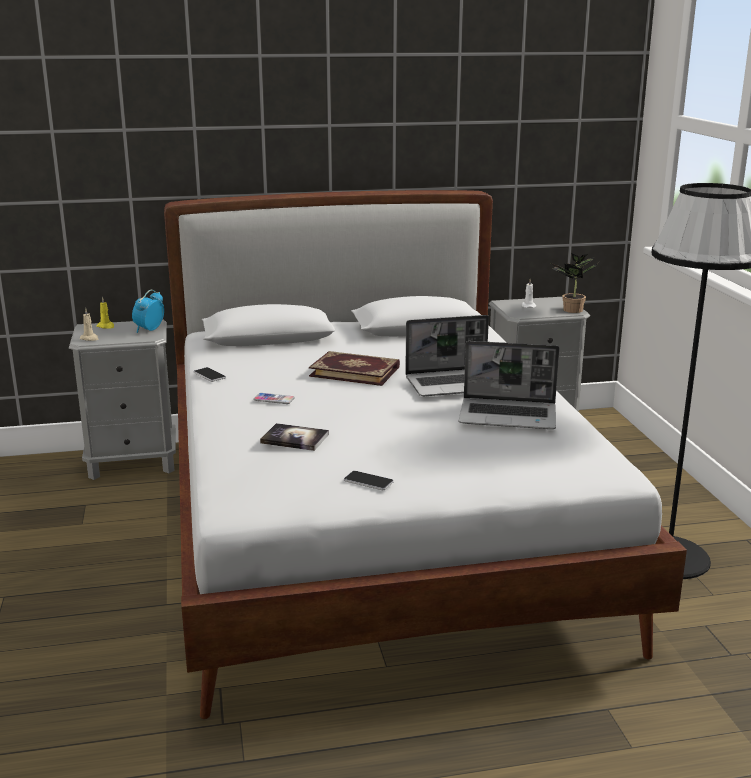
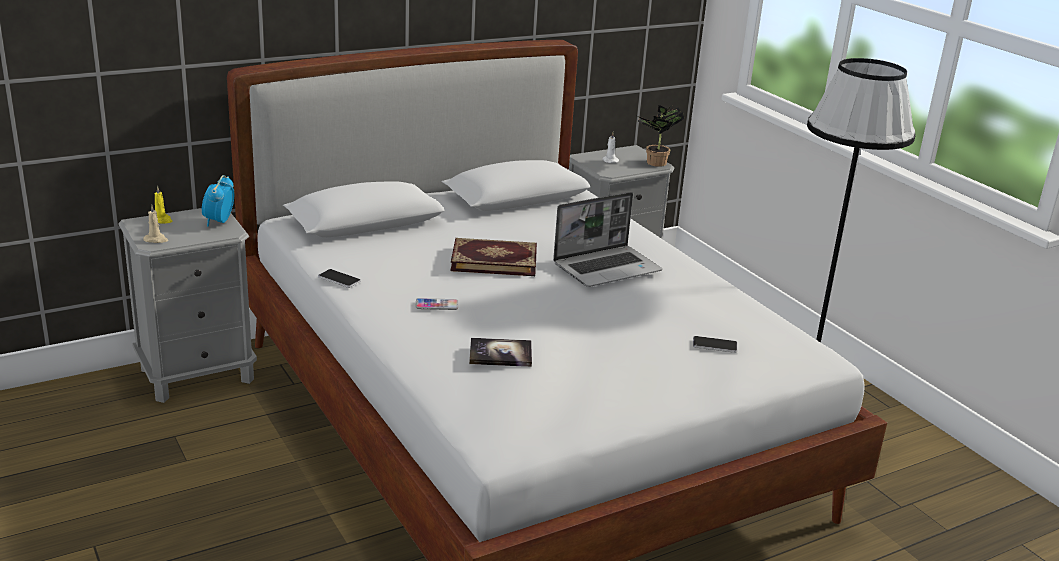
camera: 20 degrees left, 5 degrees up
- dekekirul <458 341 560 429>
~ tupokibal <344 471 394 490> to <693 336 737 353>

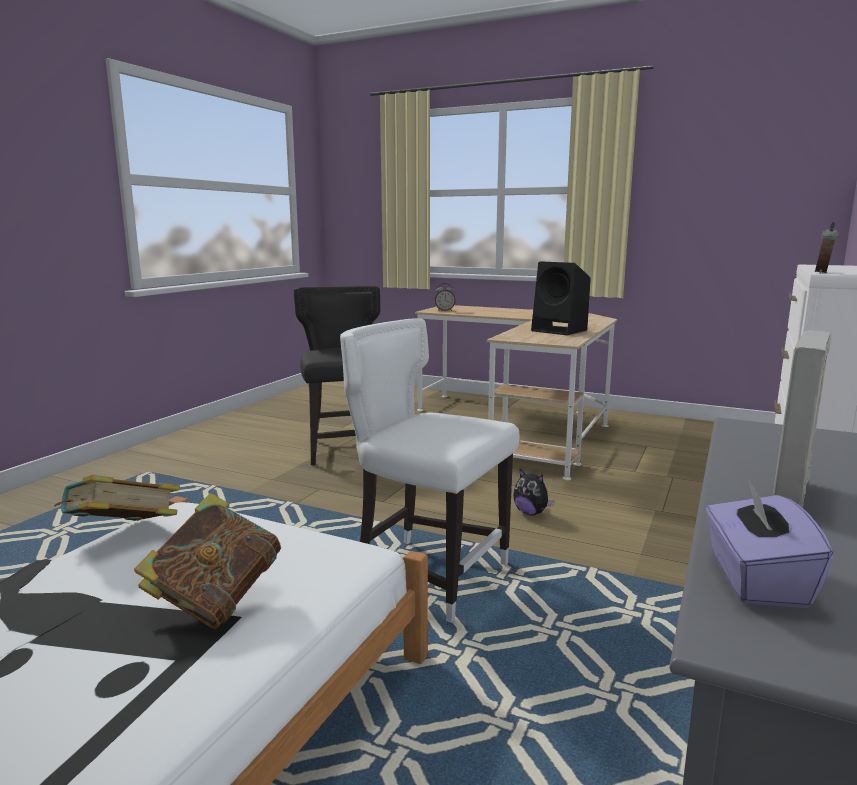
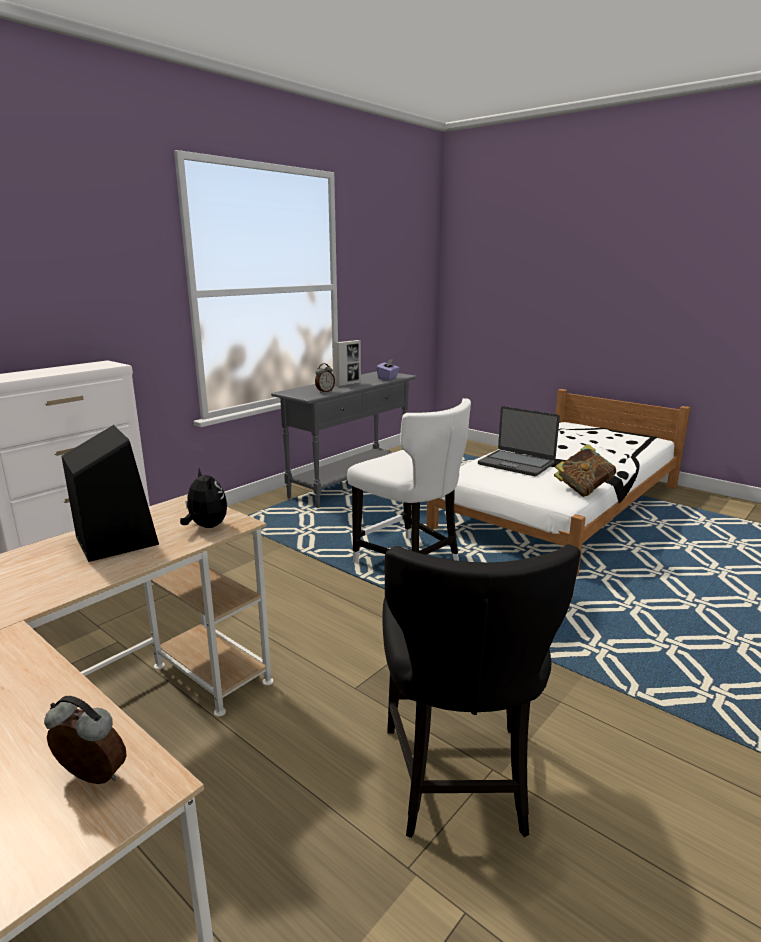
camera: 165 degrees left, 5 degrees up
~ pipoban <815 222 839 274> to <315 363 335 393>
~ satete <513 469 554 515> to <180 468 227 528>
~ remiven <134 493 281 629> to dekekirul <478 406 560 476>

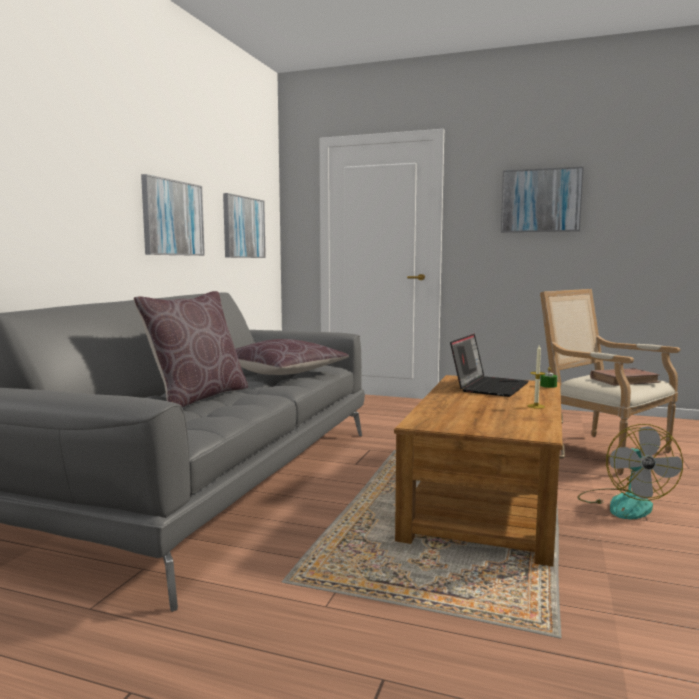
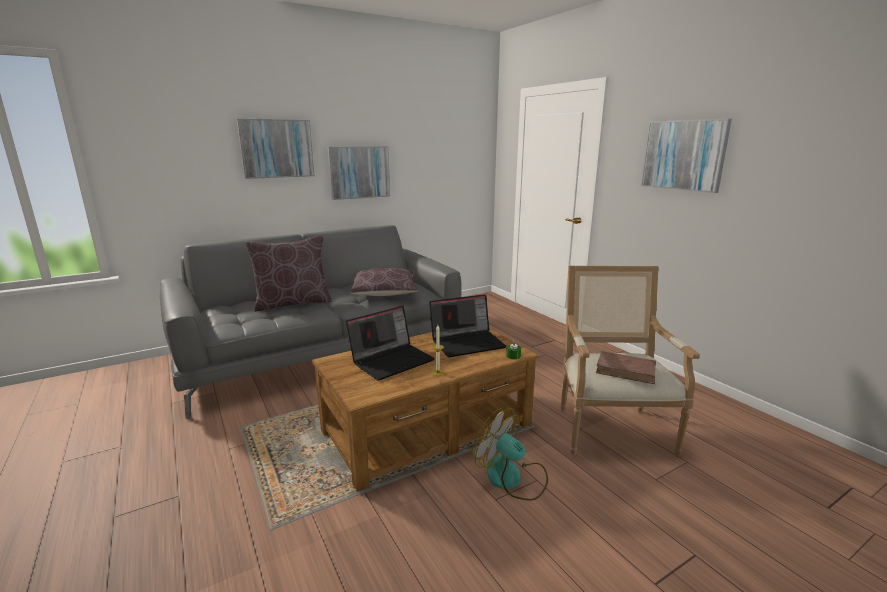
camera: 40 degrees right, 10 degrees up
~ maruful <223 193 266 258> to <237 119 315 179>
~ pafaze <577 424 683 519> = <472 407 548 501> 90 degrees clockwise
+ dekekirul <346 306 435 381>

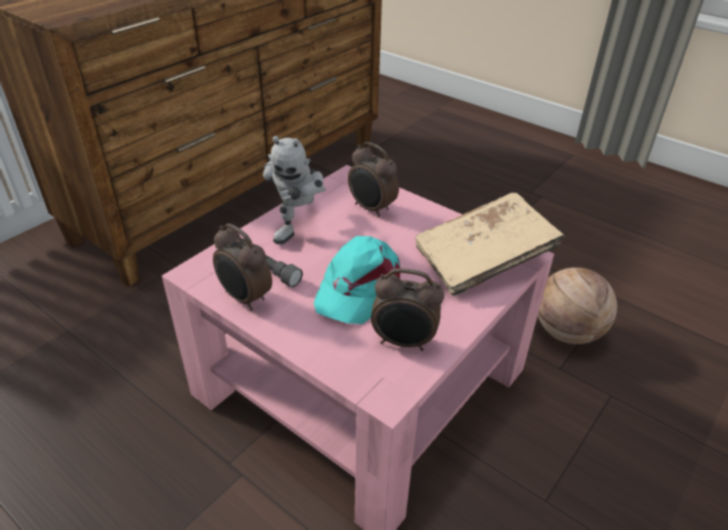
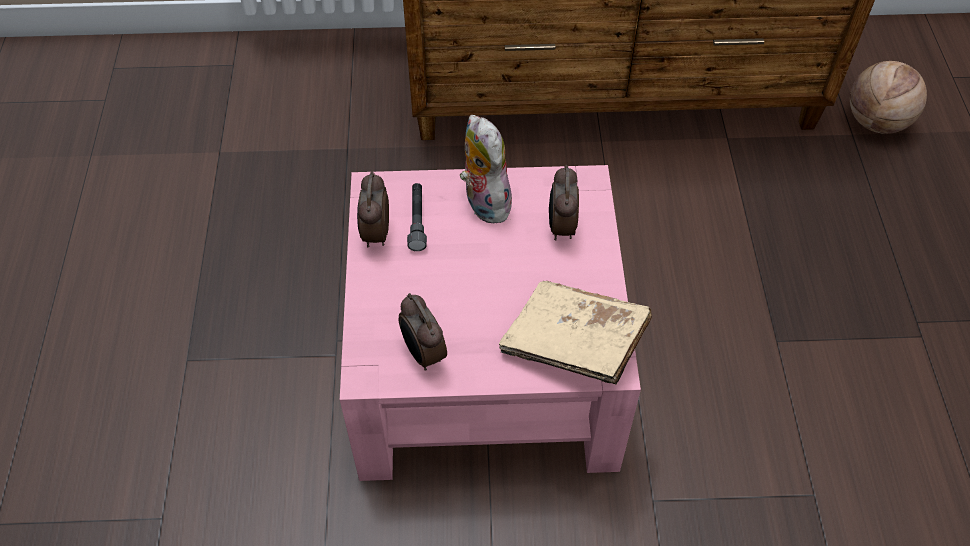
camera: 50 degrees right, 15 degrees up
~ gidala <263 136 326 244> to satete <460 115 513 223>
- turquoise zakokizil <314 236 400 324>
~ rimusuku <538 267 617 344> to <850 61 927 134>

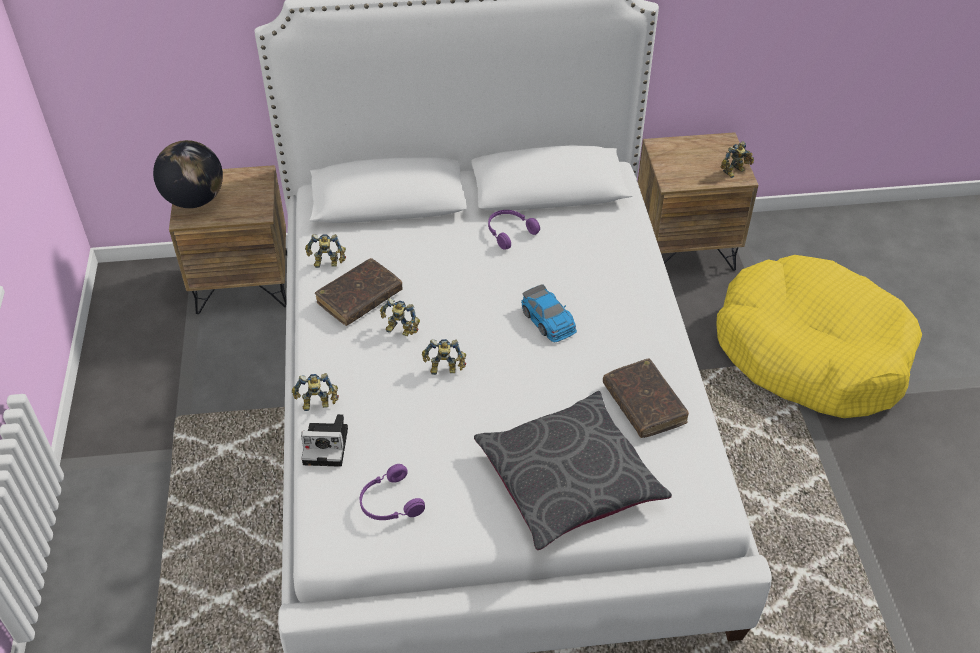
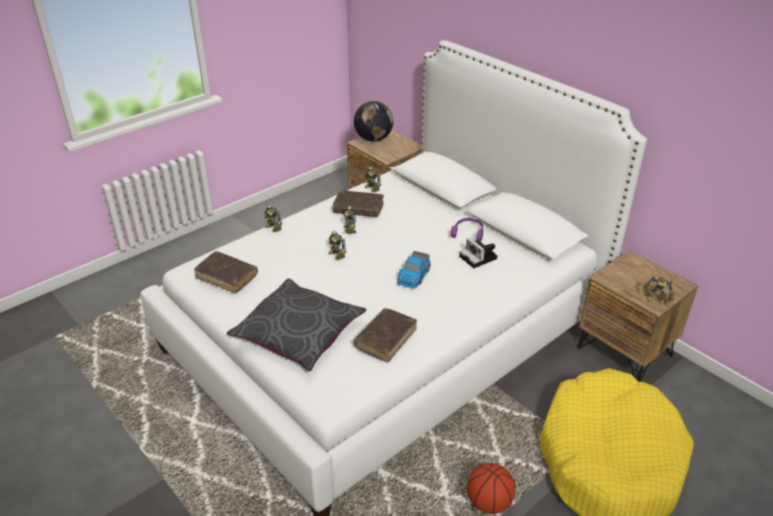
camera: 55 degrees right, 10 degrees down
~ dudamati <301 414 348 467> to <459 238 497 268>
~ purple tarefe <360 464 425 520> to brown remiven <194 251 258 293>
+ rimusuku <467 463 516 514>

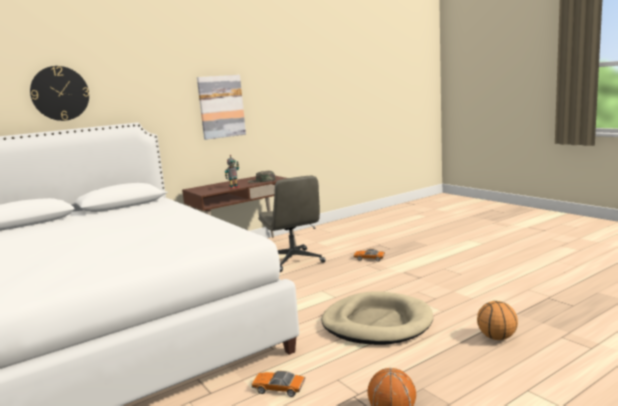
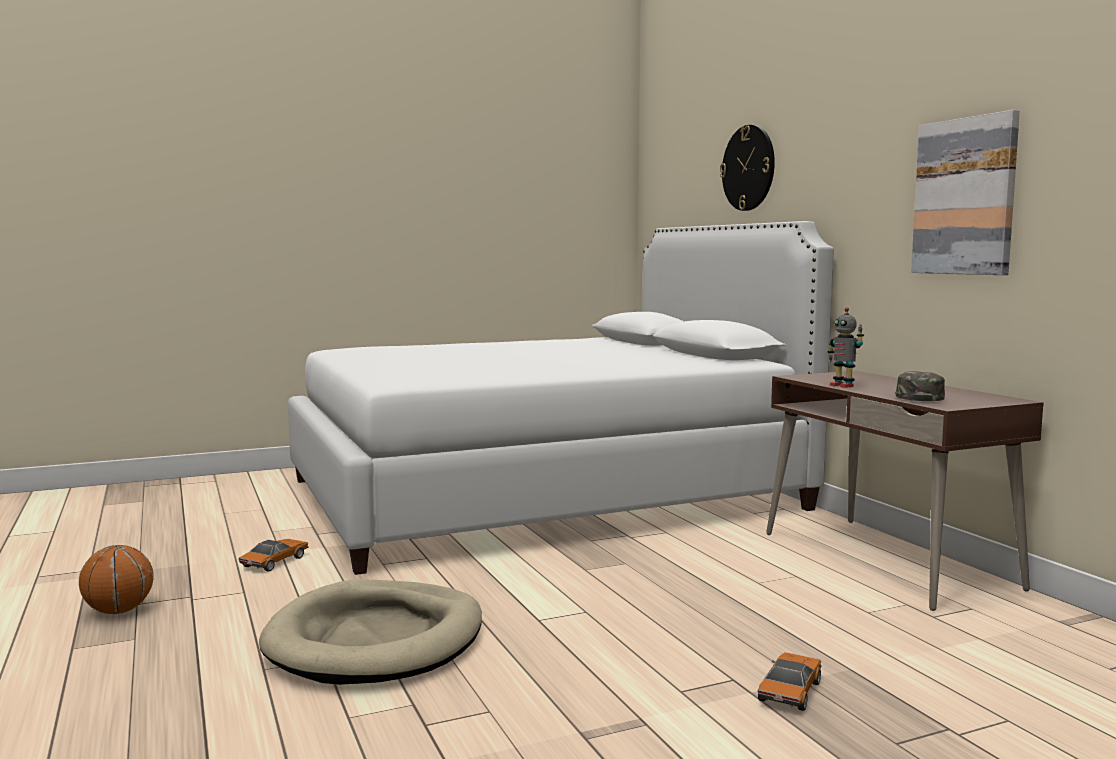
camera: 100 degrees right, 5 degrees down
- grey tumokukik <259 175 326 272>
- rimusuku <477 301 518 340>

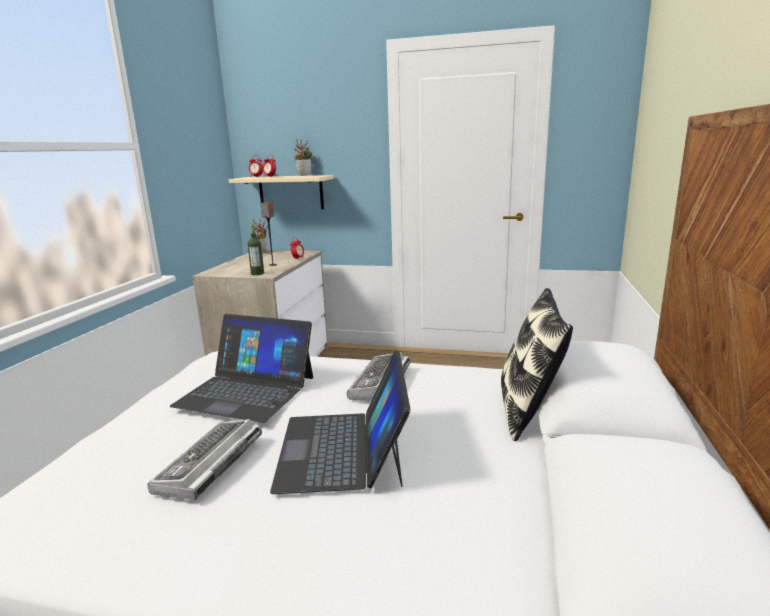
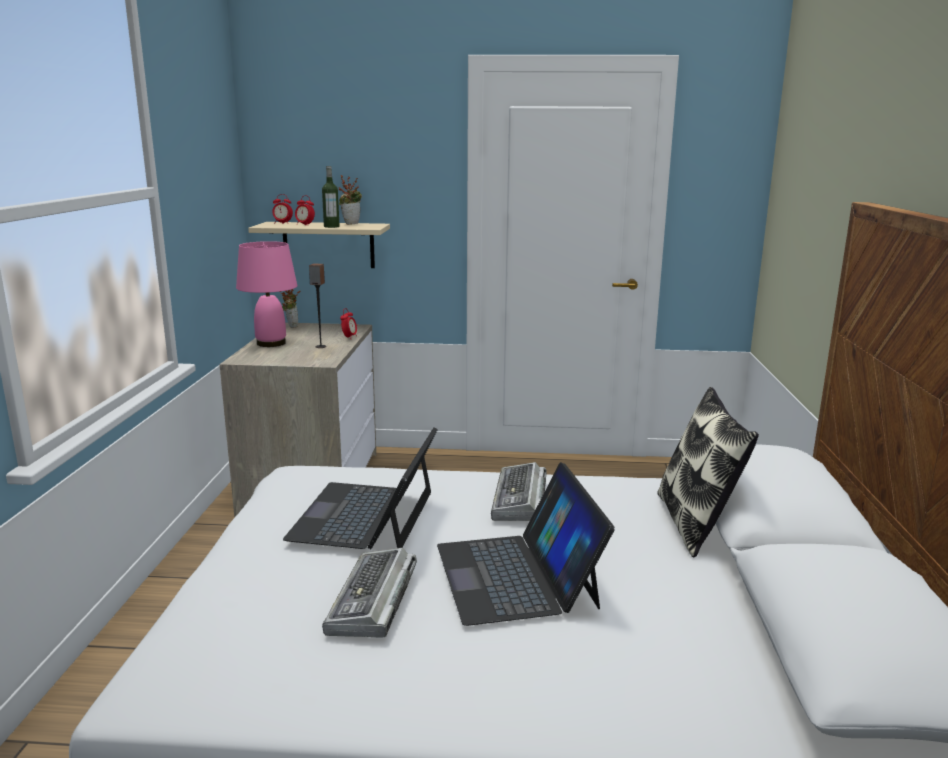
camera: 10 degrees left, 0 degrees up
~ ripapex <248 224 264 275> to <322 166 340 228>
~ dekekirul <169 314 313 423> = <283 427 438 549> 90 degrees clockwise
+ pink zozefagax <236 241 297 347>

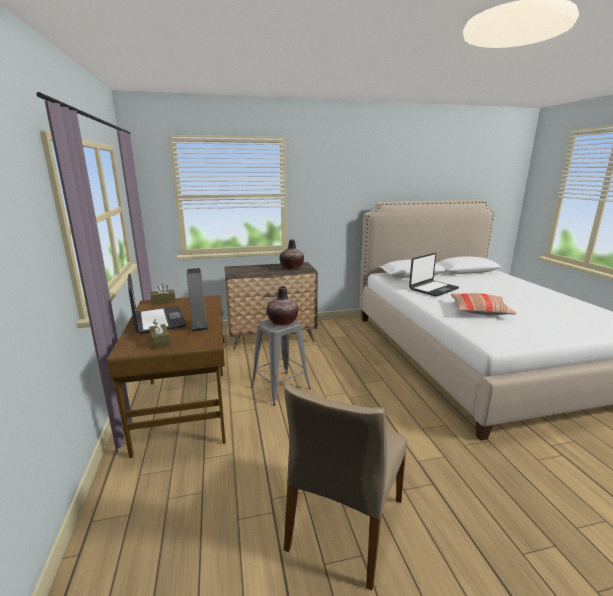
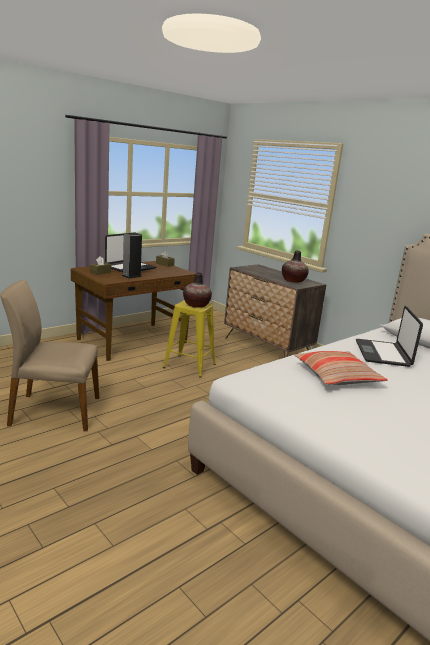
camera: 60 degrees right, 0 degrees up
~ dekekirul <409 253 459 297> = <356 306 423 367> 75 degrees clockwise
~ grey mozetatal <251 319 311 406> to yellow mozetatal <162 300 215 378>

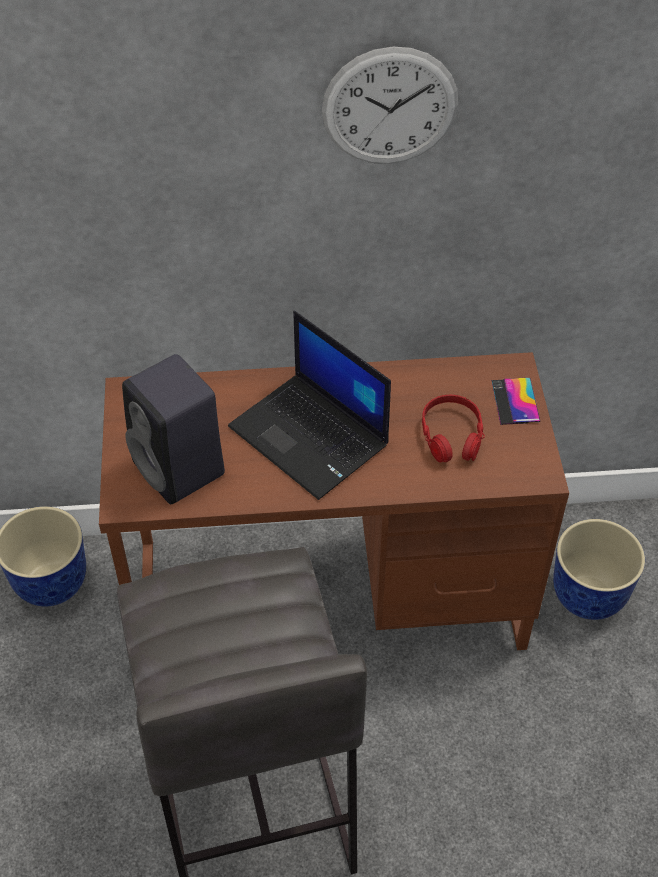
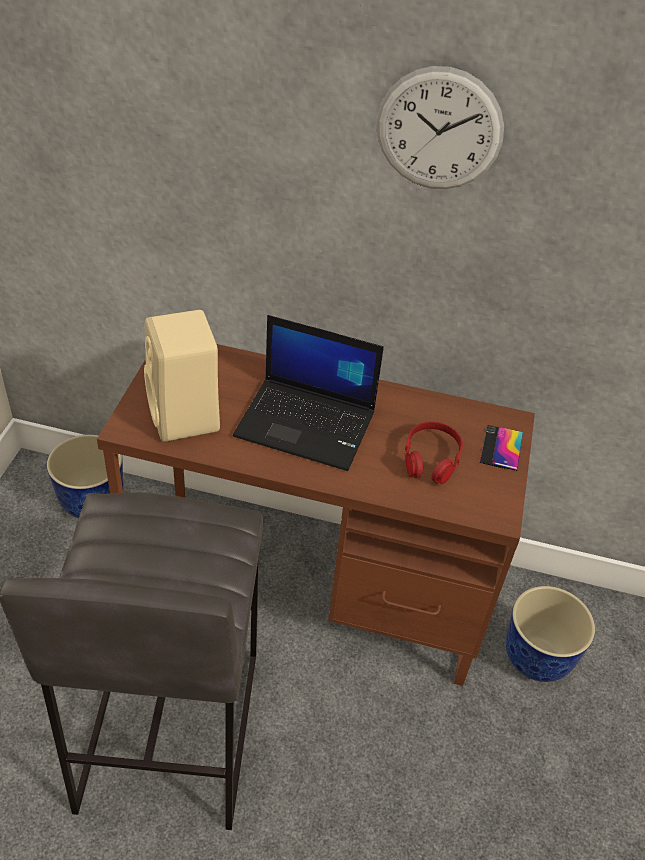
camera: 15 degrees right, 5 degrees down
~ dekekirul <228 311 391 500> = <233 315 384 471> 45 degrees counterclockwise
~ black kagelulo <122 354 225 504> to beige kagelulo <144 310 220 442>

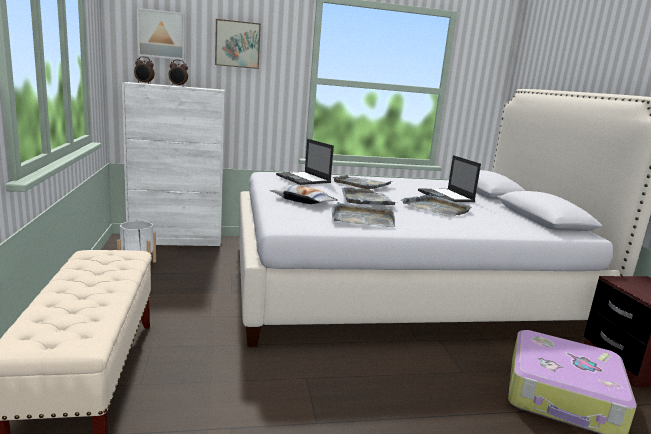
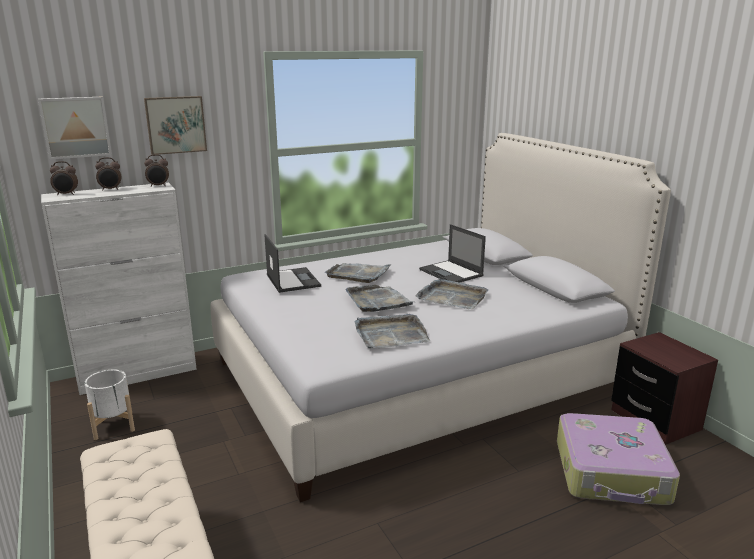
camera: 15 degrees left, 5 degrees up
~ dekekirul <276 139 334 185> = <264 234 321 293> 150 degrees counterclockwise
- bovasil <270 185 338 204>
+ pipoban <144 155 169 187>

